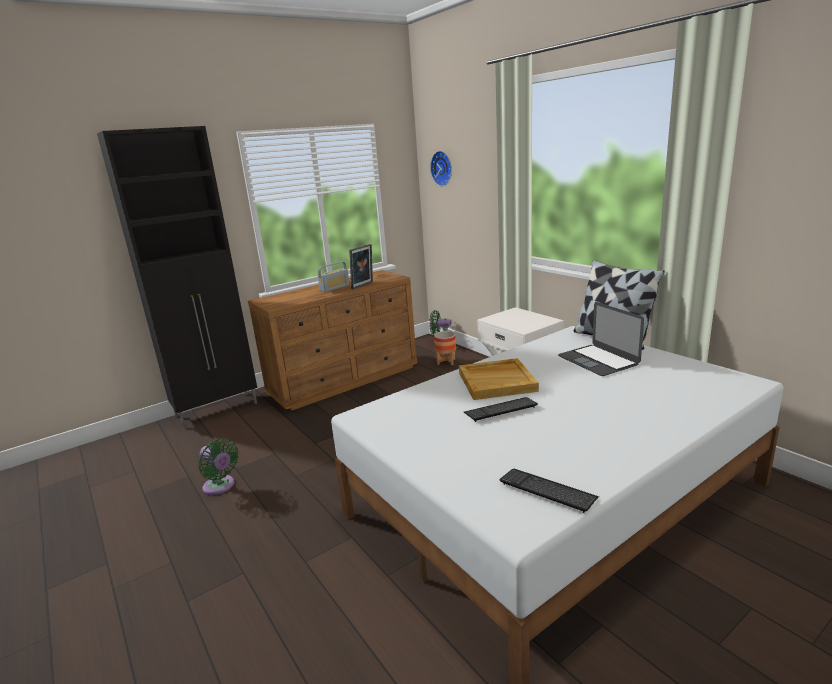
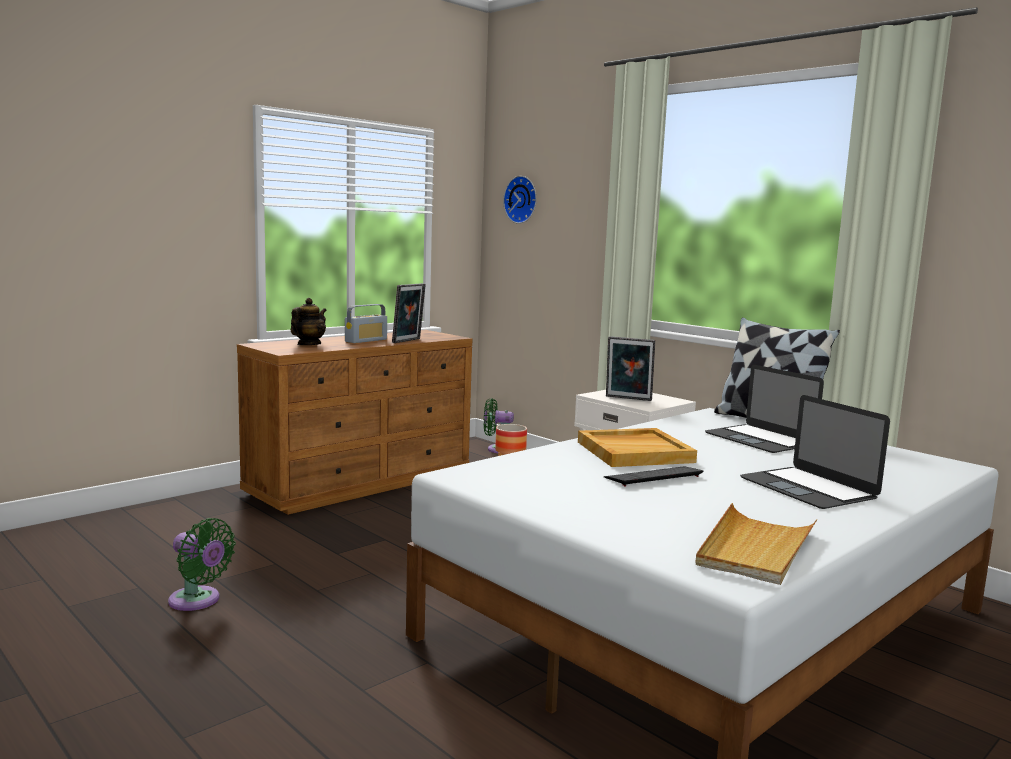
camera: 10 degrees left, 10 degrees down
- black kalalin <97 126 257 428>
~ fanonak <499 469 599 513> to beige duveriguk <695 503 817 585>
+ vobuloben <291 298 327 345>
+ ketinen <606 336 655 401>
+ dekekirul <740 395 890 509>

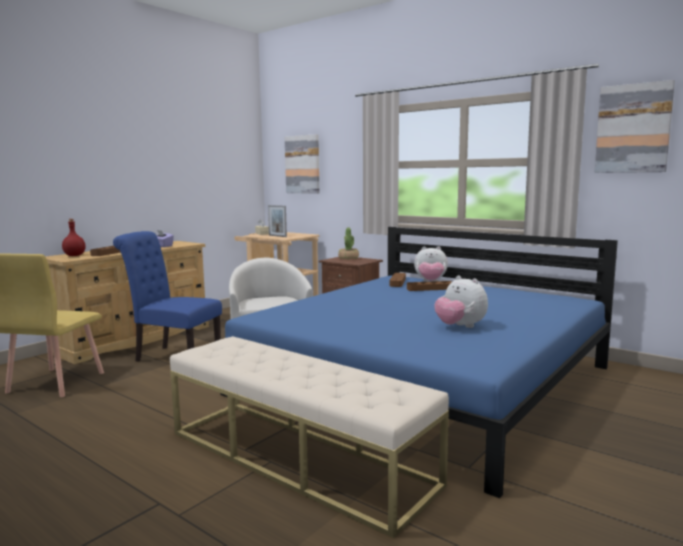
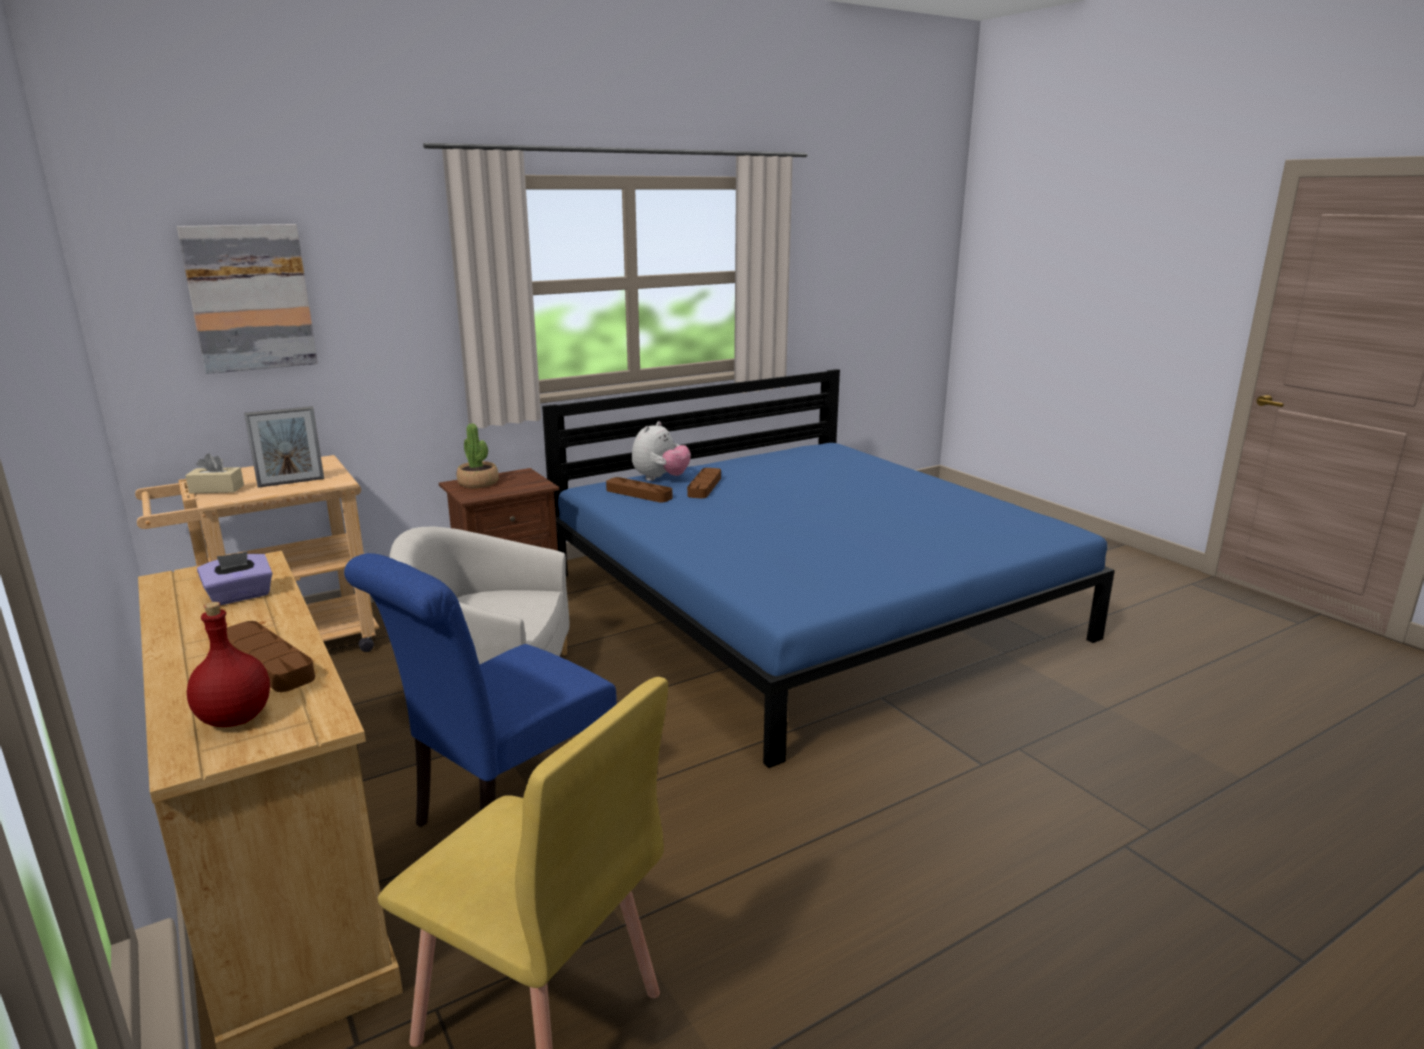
camera: 70 degrees left, 10 degrees up
- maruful <595 80 675 173>
- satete <434 276 488 328>
- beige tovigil <170 336 449 538>

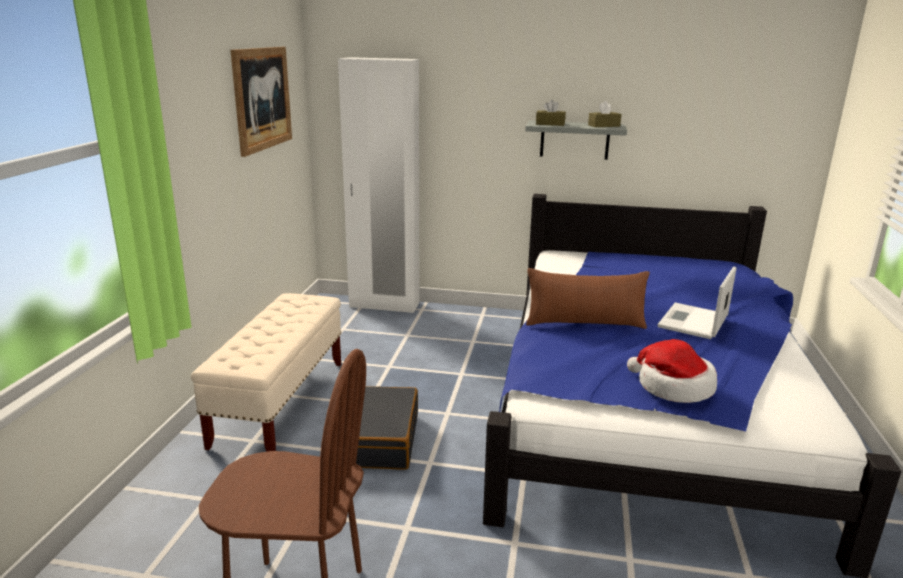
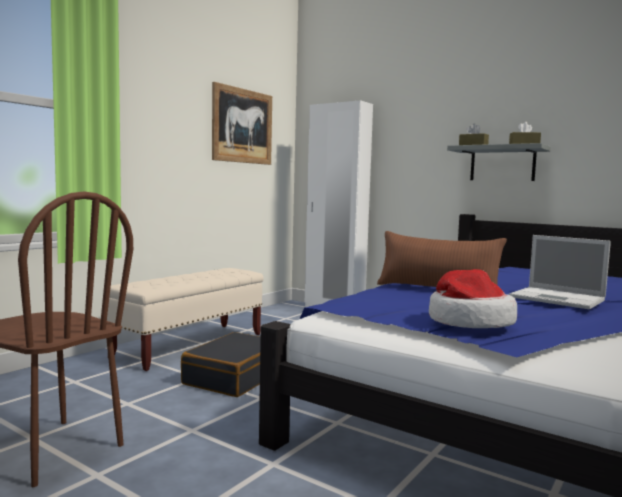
camera: 25 degrees right, 15 degrees down
~ dekekirul <657 266 737 339> = <509 235 611 309> 105 degrees counterclockwise

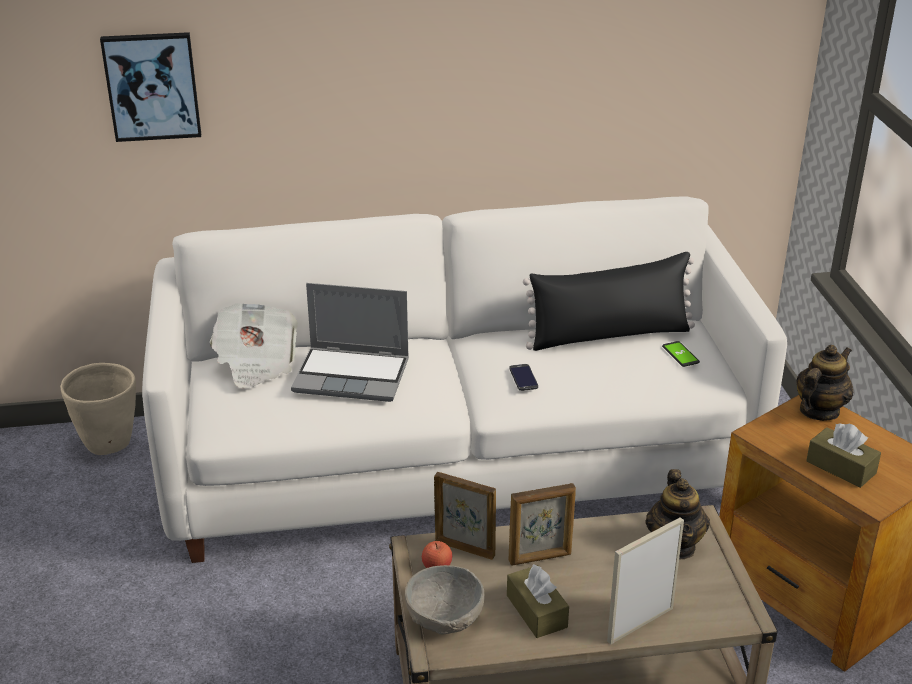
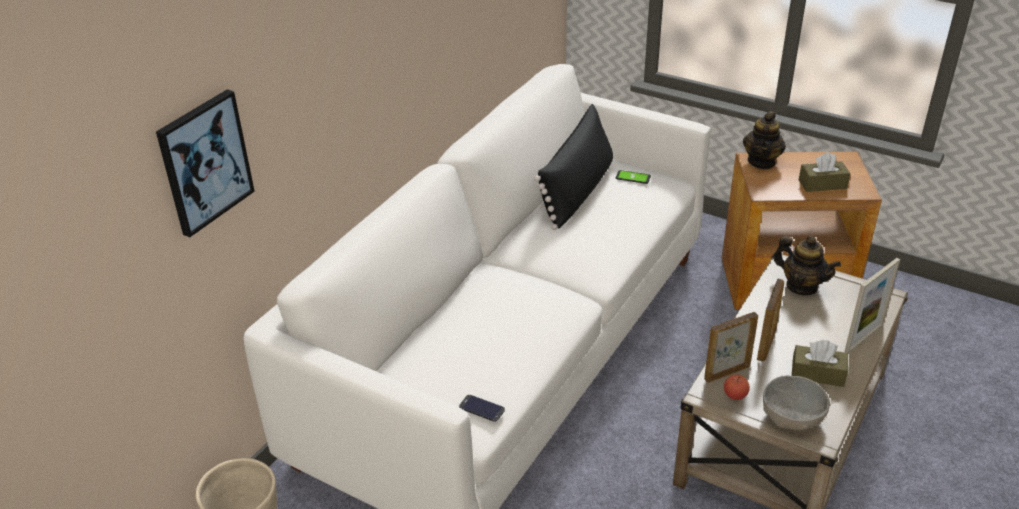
camera: 50 degrees left, 5 degrees up
- dekekirul <291 283 409 402>
- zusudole <210 303 298 389>
~ vobuloben <796 345 853 421> = <743 111 786 169> 150 degrees counterclockwise
~ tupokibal <509 364 538 391> to <459 395 505 422>
~ ketinen <607 517 684 645> = <844 258 900 353> 135 degrees counterclockwise

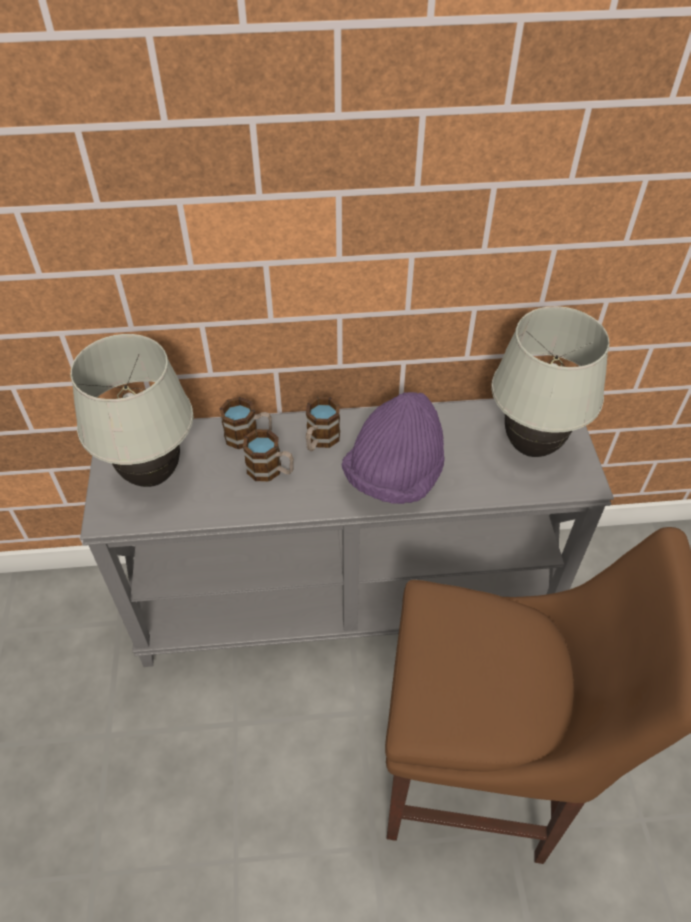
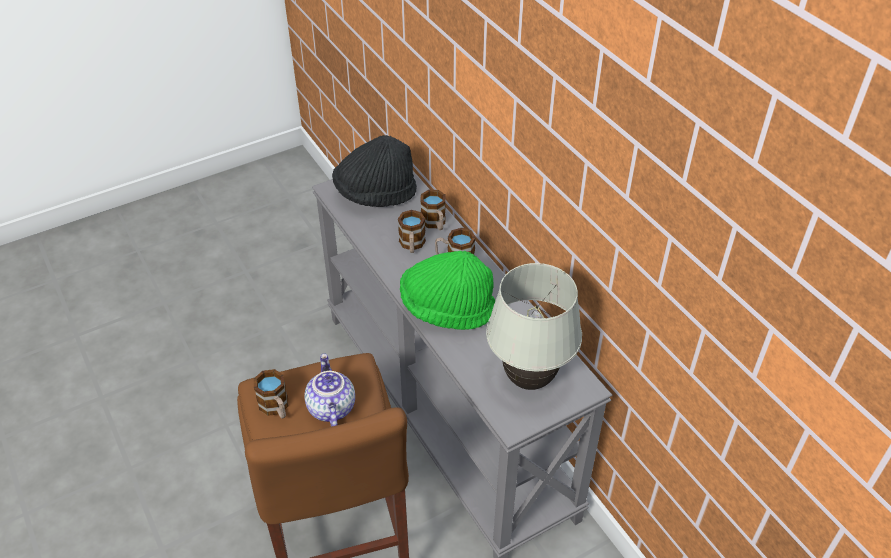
camera: 65 degrees right, 5 degrees down
~ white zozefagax <70 334 194 487> to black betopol <332 135 417 207>
~ purple betopol <341 392 445 504> to green betopol <400 251 496 330>
+ vobuloben <304 353 355 427>
+ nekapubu <254 369 288 418>

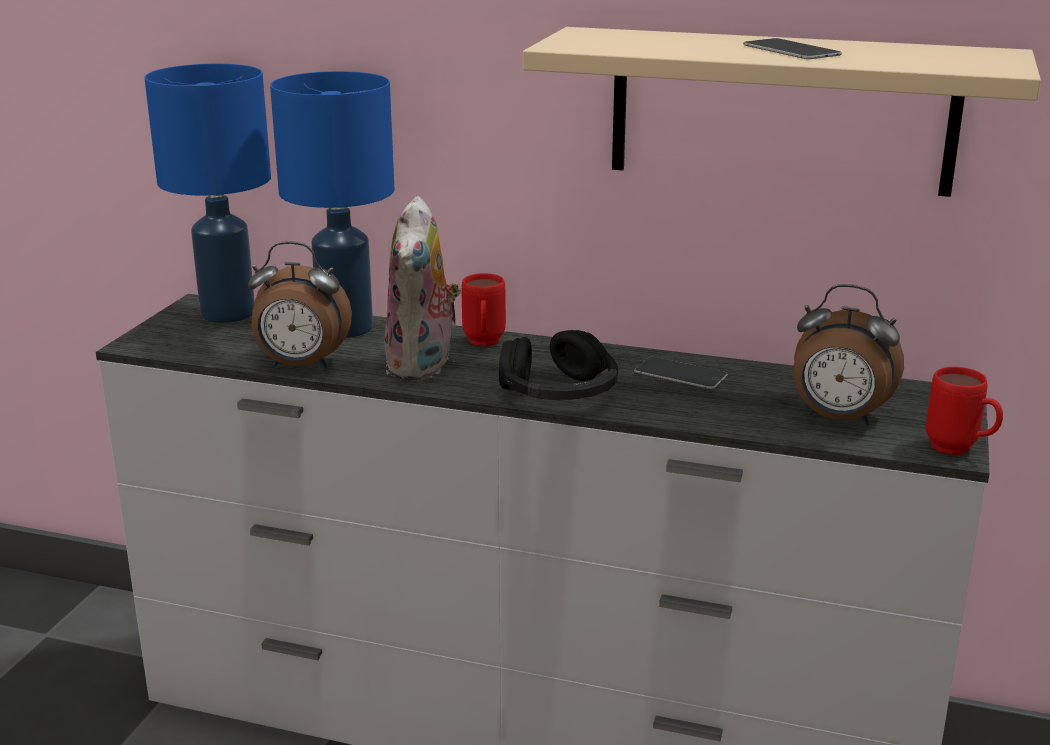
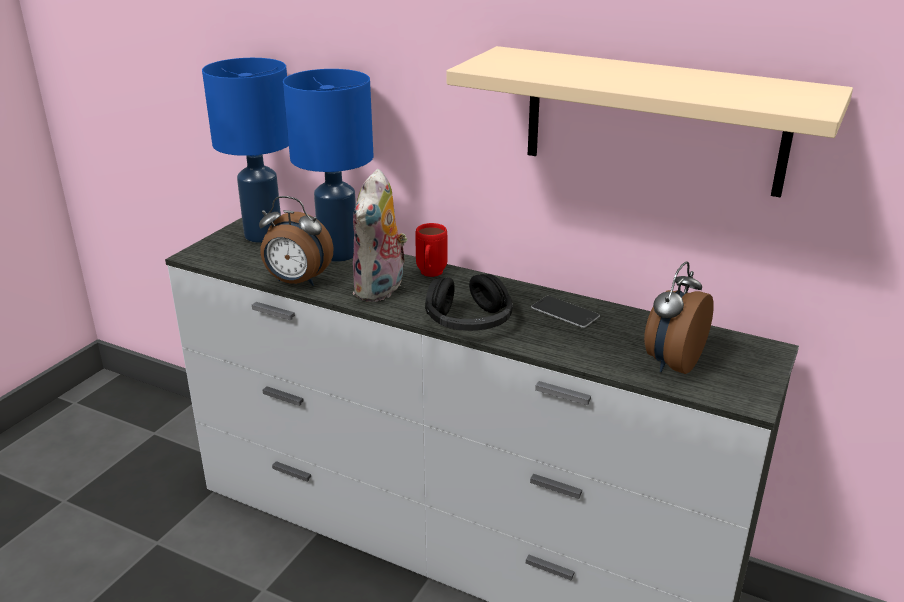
camera: 10 degrees right, 5 degrees up
- tupokibal <743 38 842 59>
~ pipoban <794 284 904 426> = <644 261 714 374> 90 degrees clockwise
- red nekapubu <926 367 1003 455>

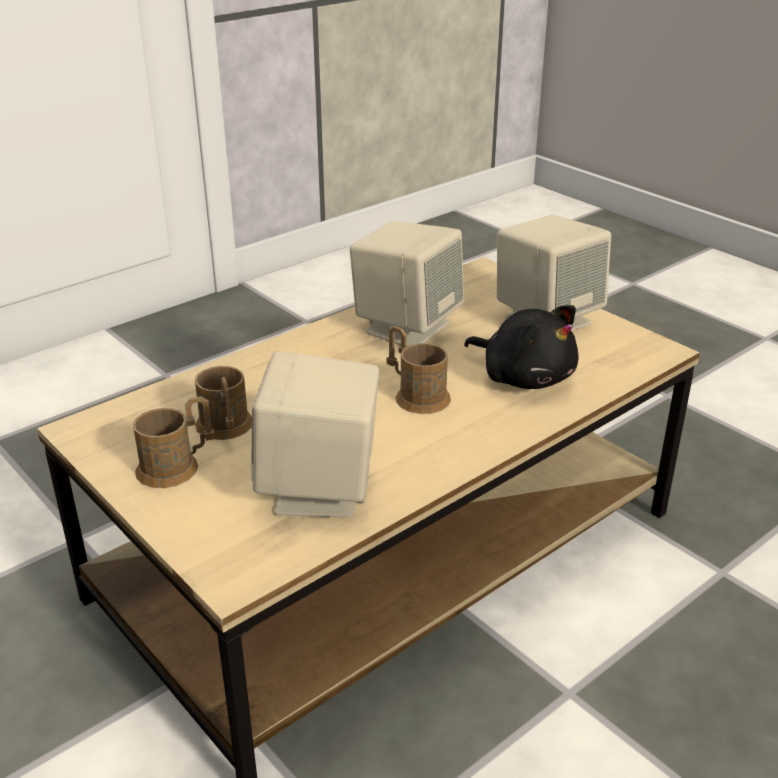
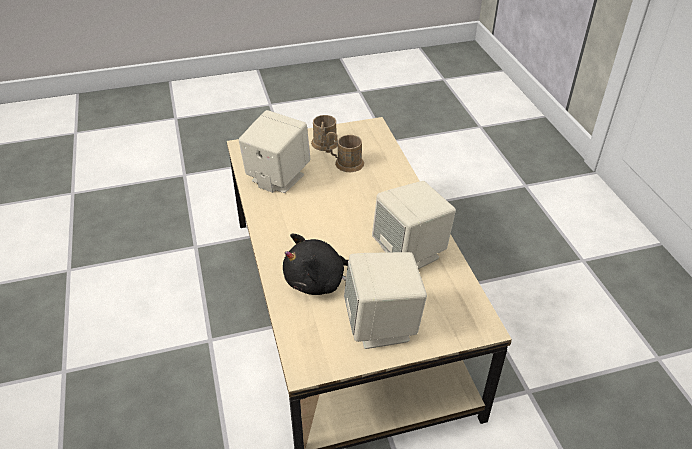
camera: 115 degrees right, 10 degrees up
- brown nekapubu <387 326 451 414>

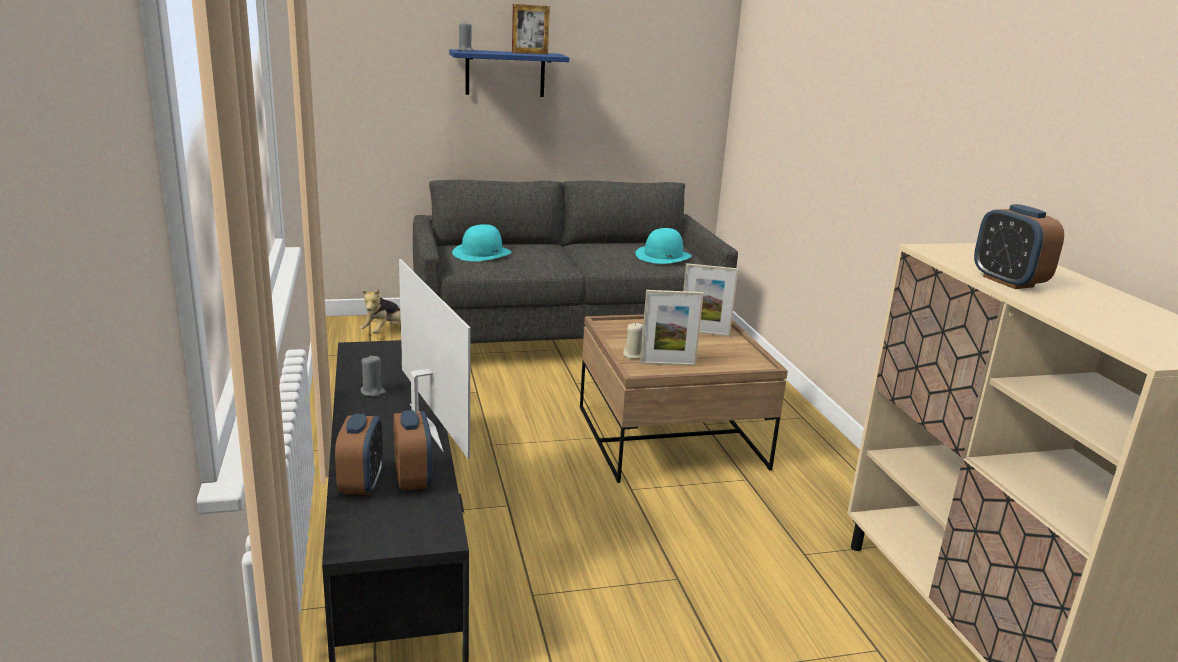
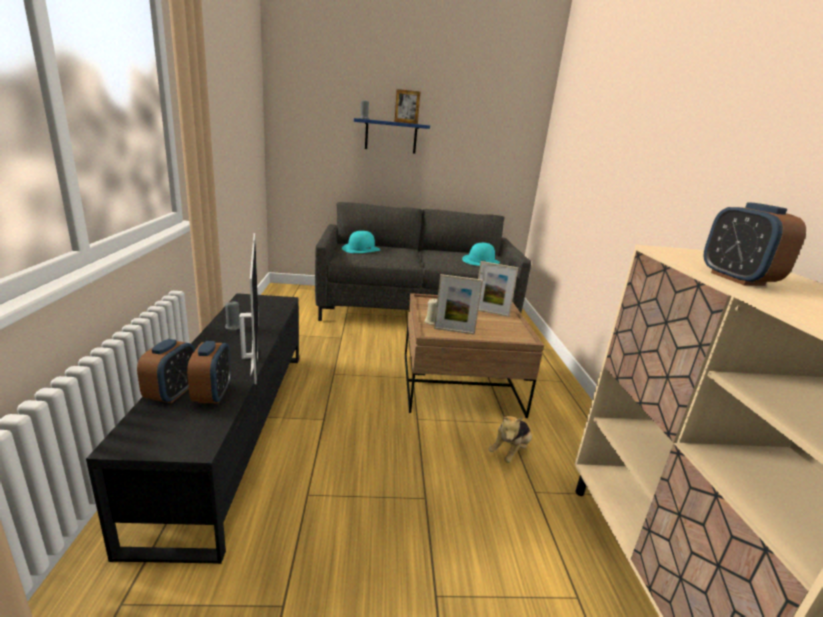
camera: 10 degrees right, 0 degrees up
~ satete <360 289 401 334> to <488 416 532 463>

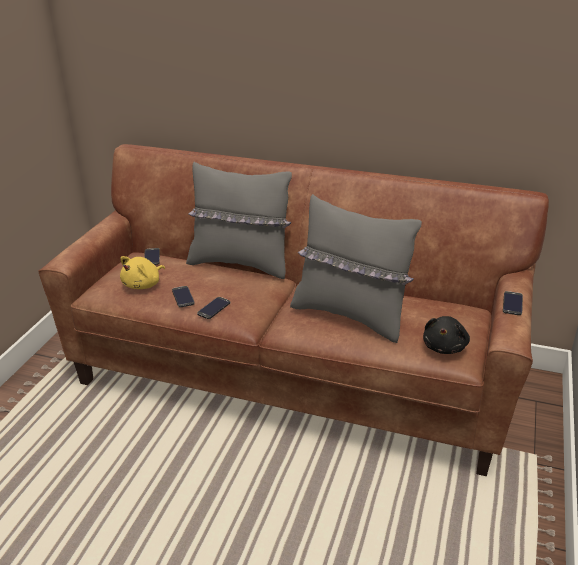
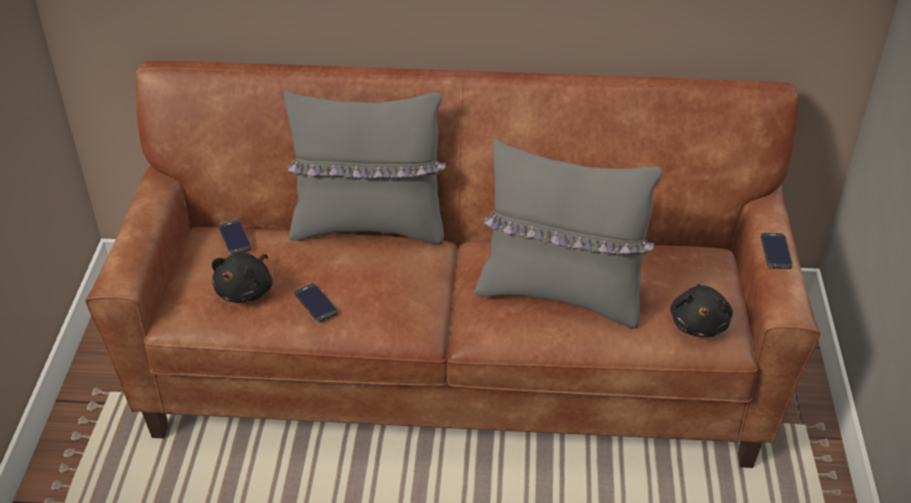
camera: 15 degrees left, 10 degrees up
~ yellow satete <120 256 165 289> to black satete <212 253 273 303>
- tupokibal <197 297 230 319>

